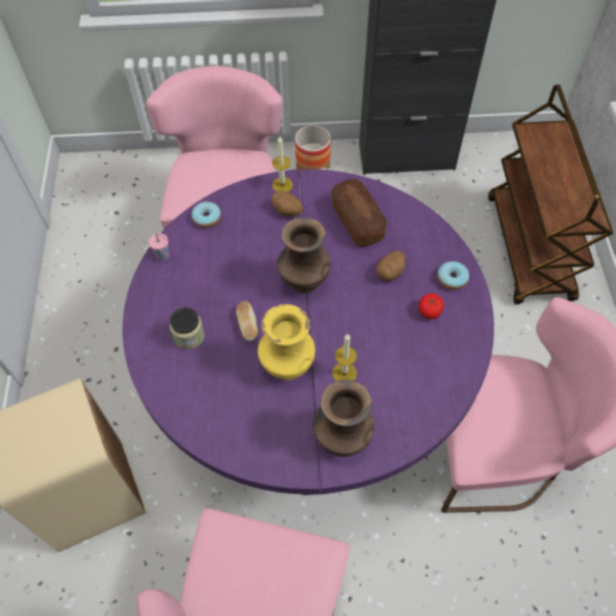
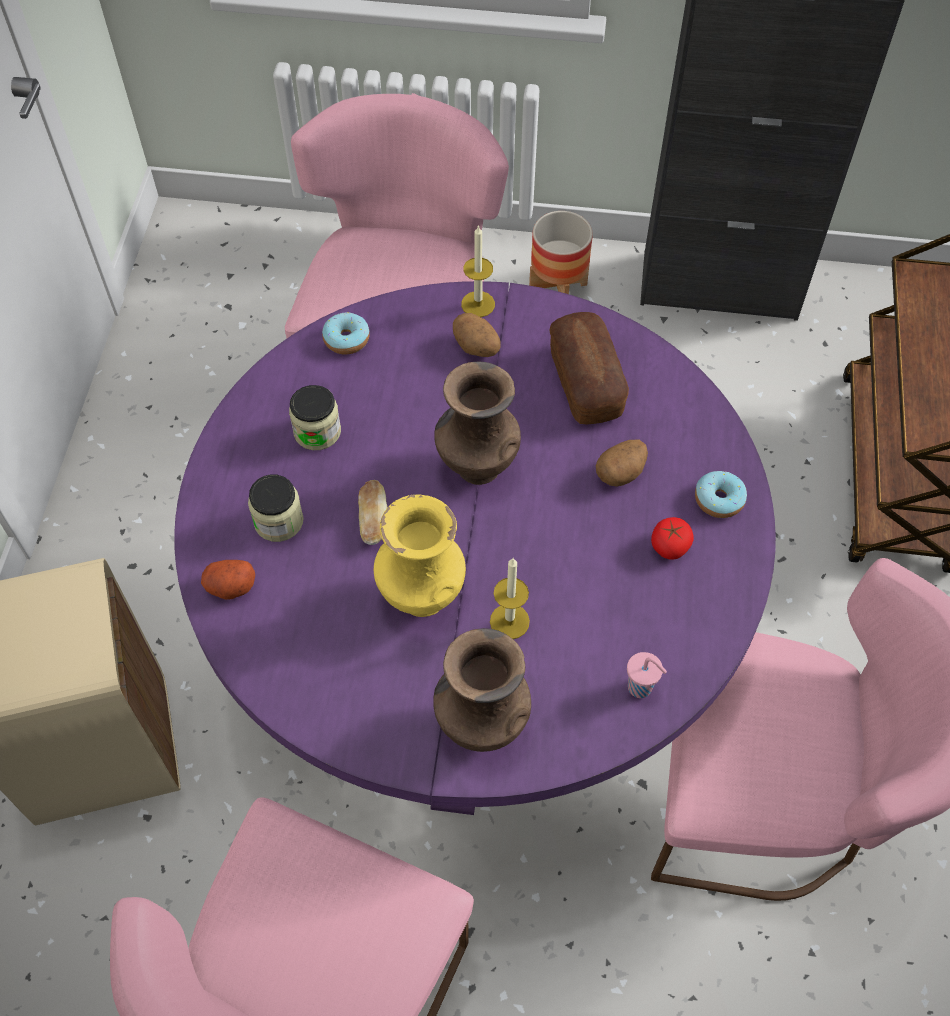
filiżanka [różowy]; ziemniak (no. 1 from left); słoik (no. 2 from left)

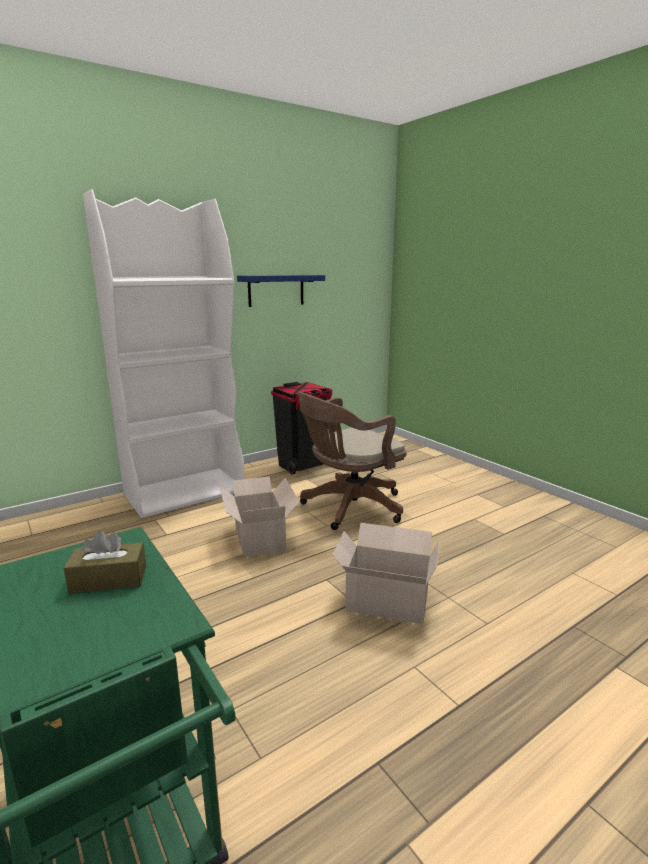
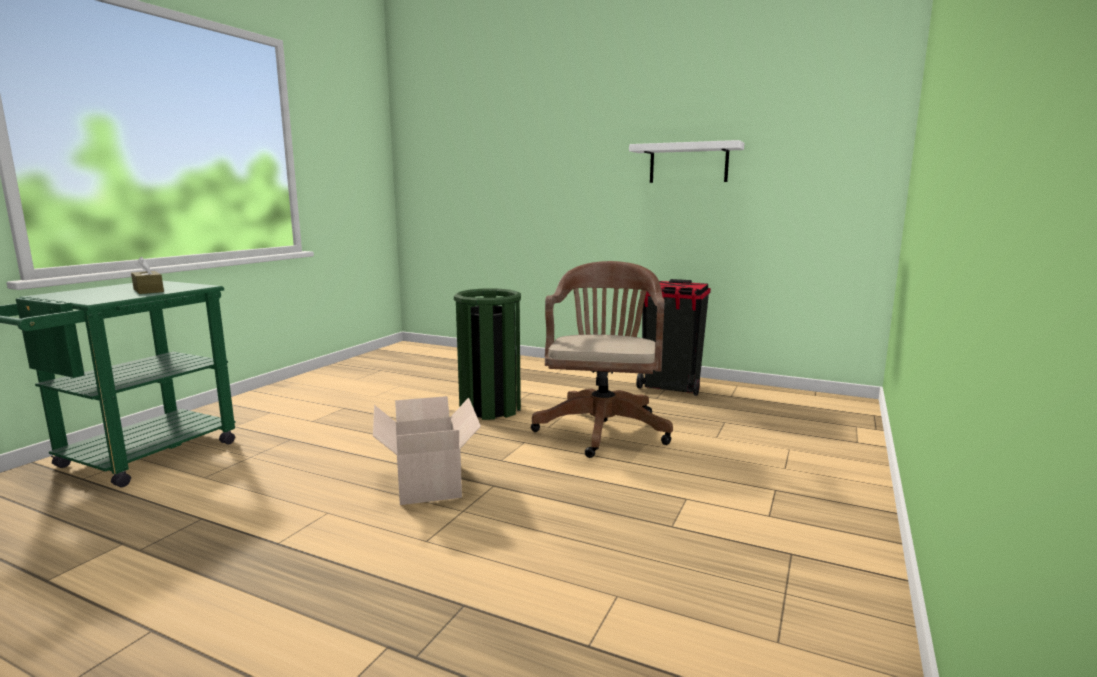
regał [biały]; kosz na śmieci [zielony]; półka [biały]; krzesło biurowe [brązowy]

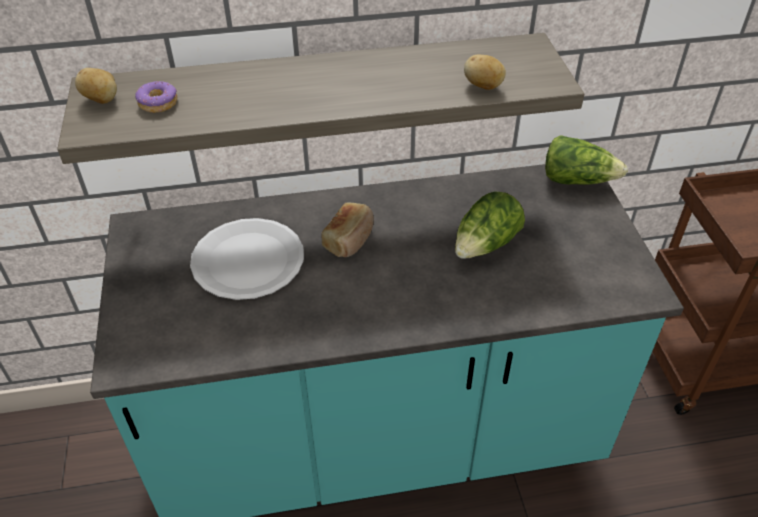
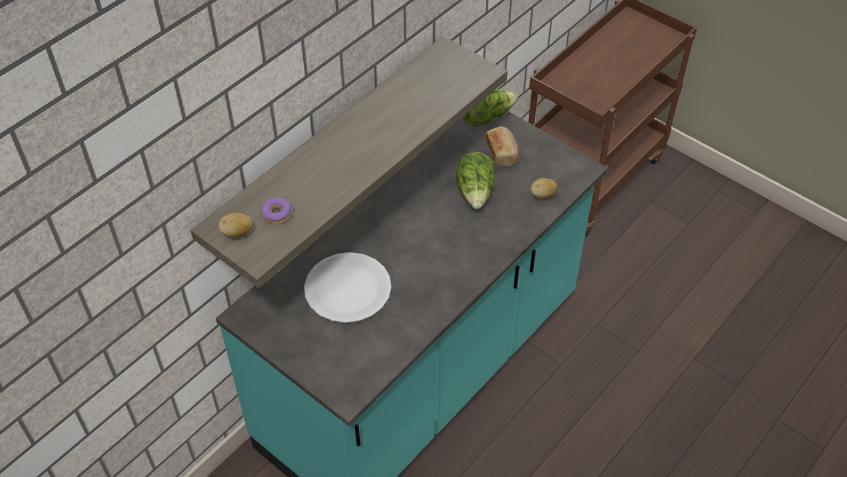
chleb; ziemniak (no. 2 from left)

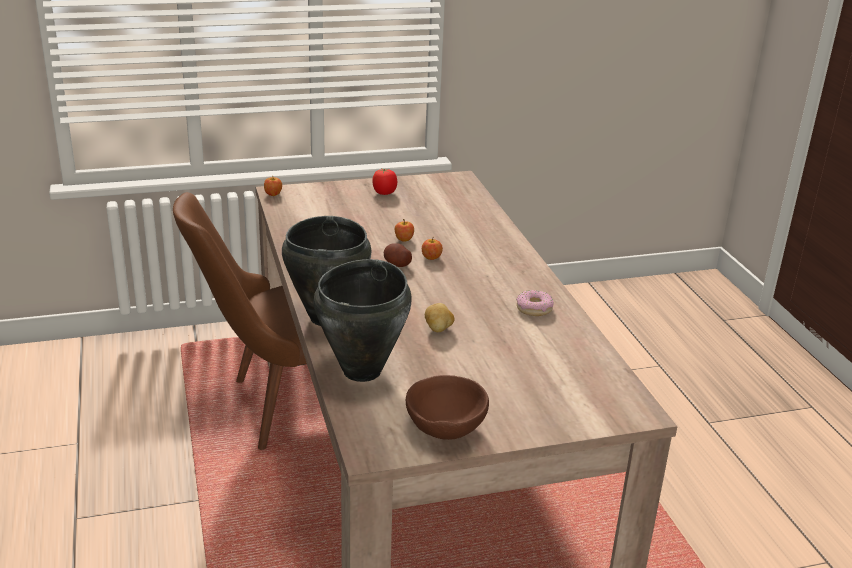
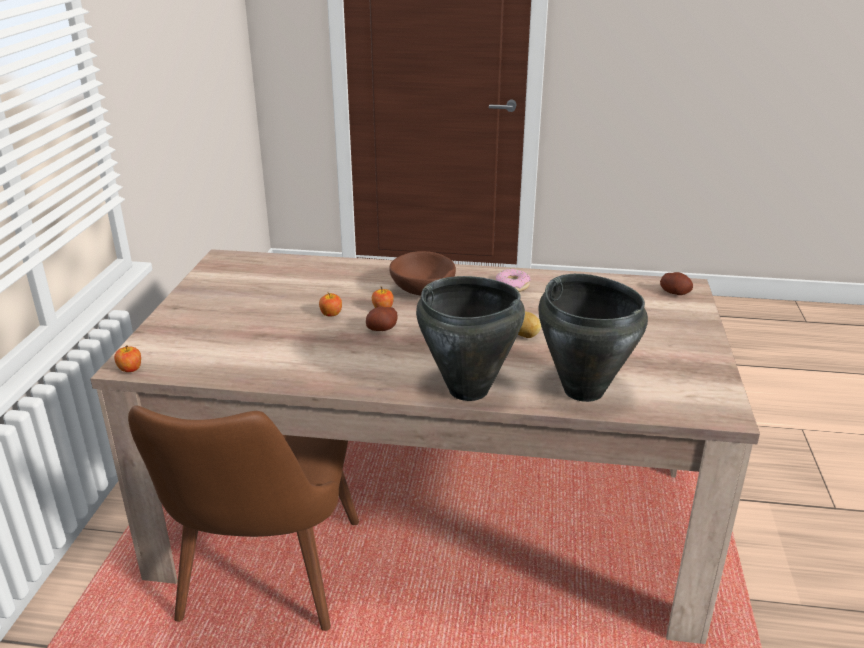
pomidor; miska [brązowy]; ziemniak (no. 3 from left)

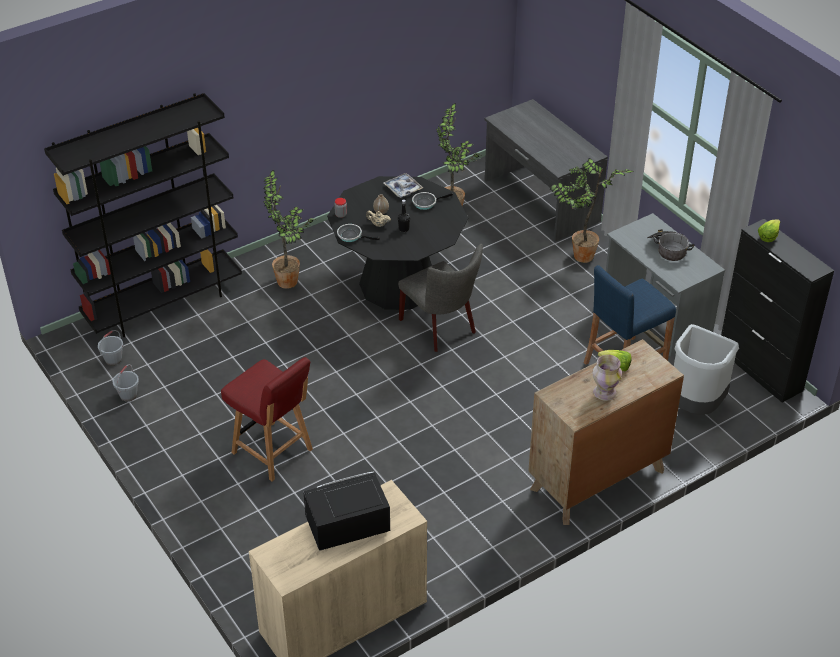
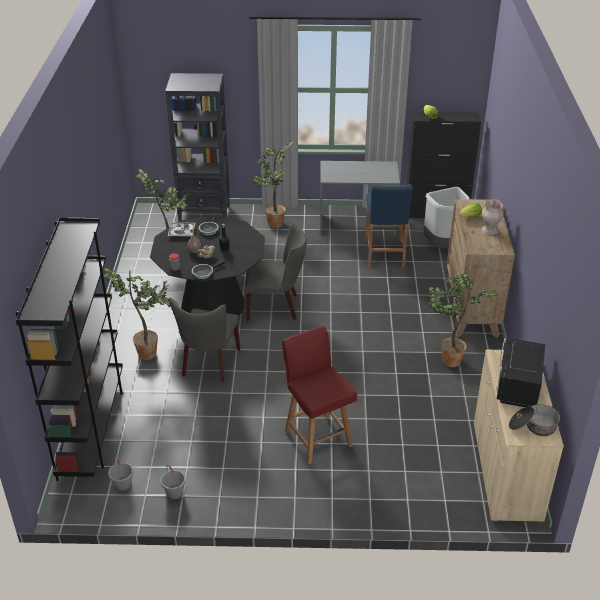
krzesło [czerwony]; regał [czarny] (no. 2 from left); garnek; krzesło [szary] (no. 1 from left); roślina doniczkowa (no. 4 from left)

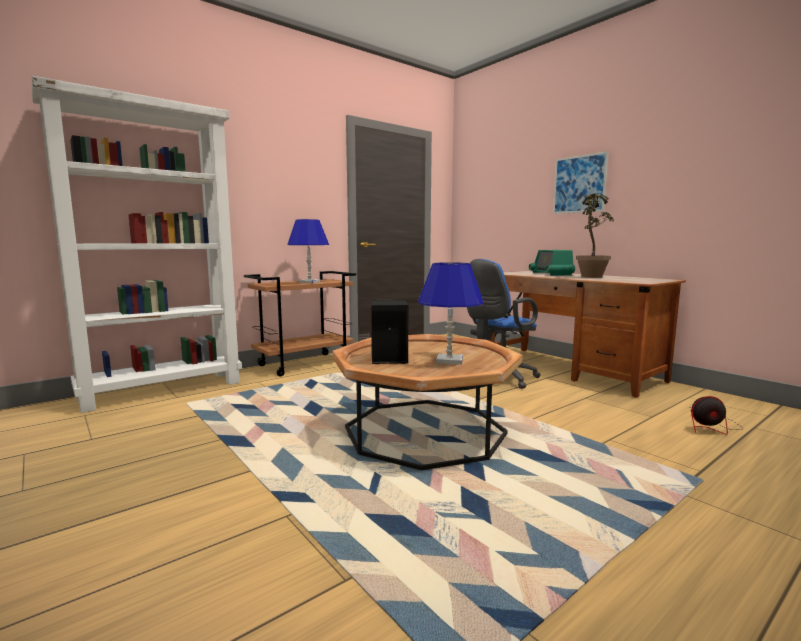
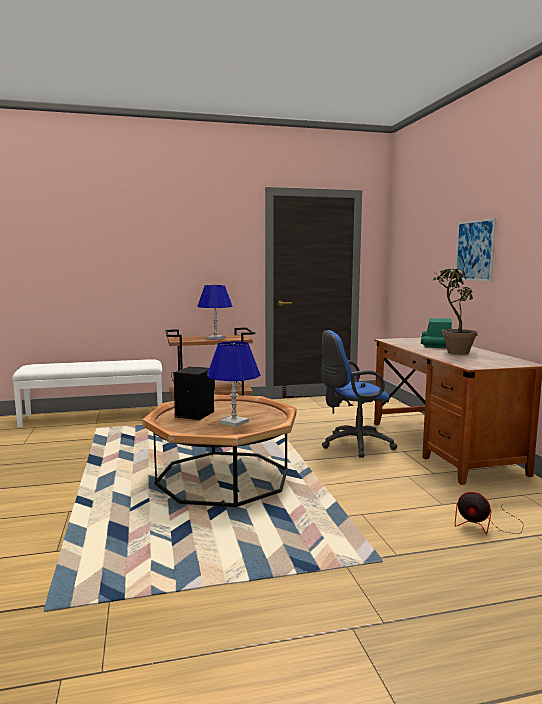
ławka [biały]

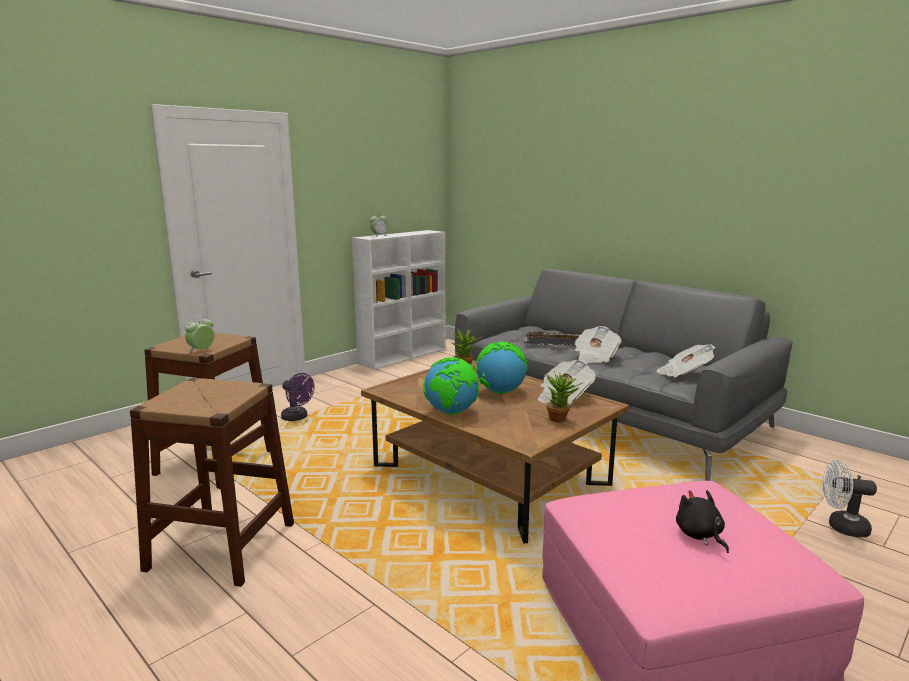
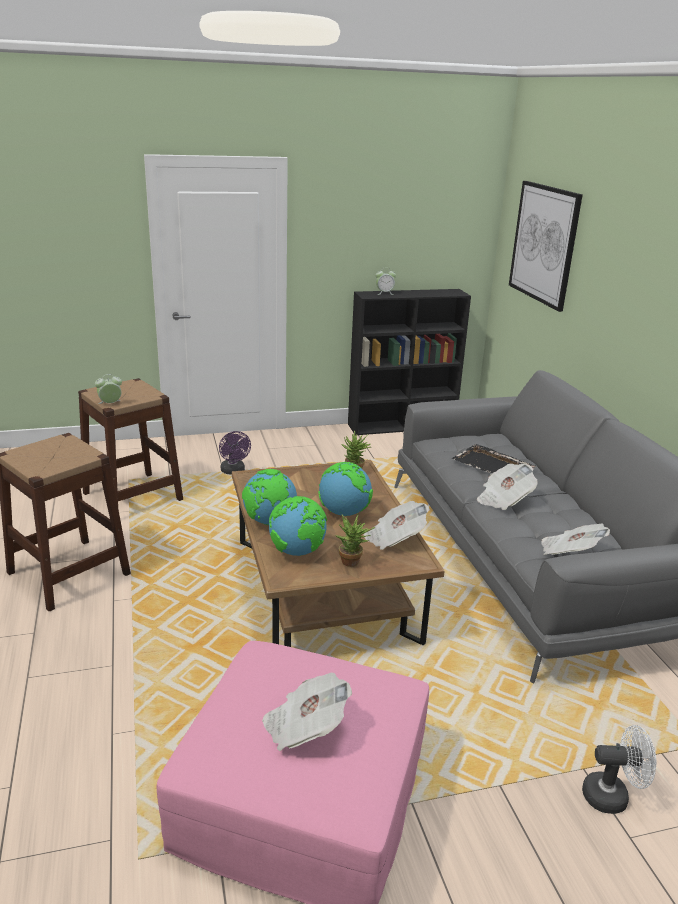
regał [czarny]; gazeta (no. 1 from left); wentylator [biały]; globus (no. 2 from left); obraz

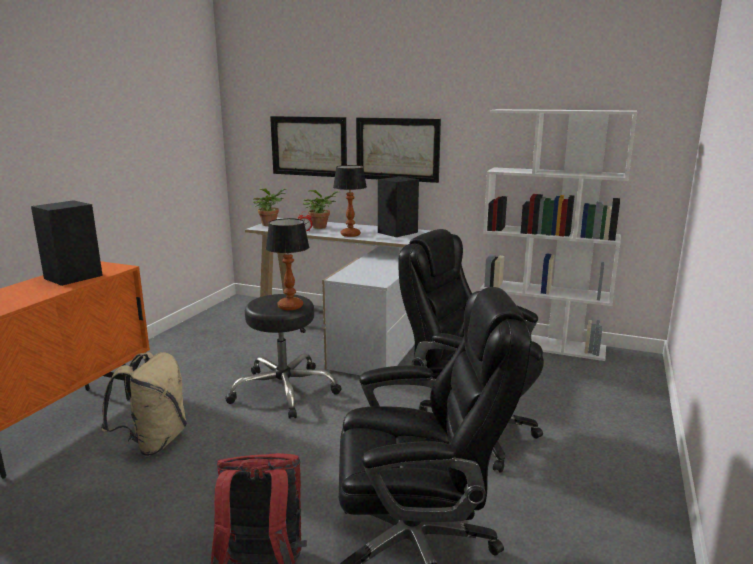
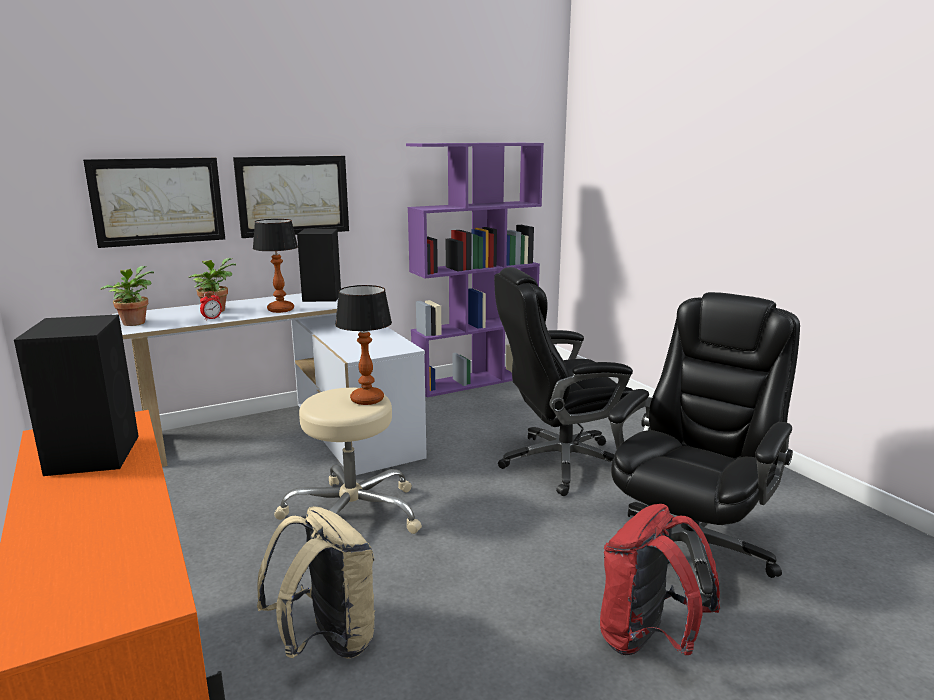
stołek [beżowy]; regał [fioletowy]

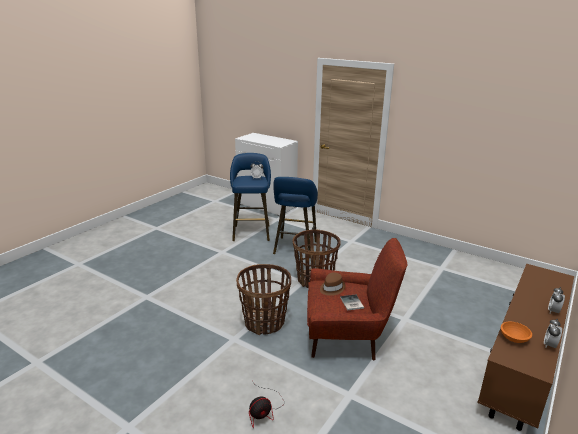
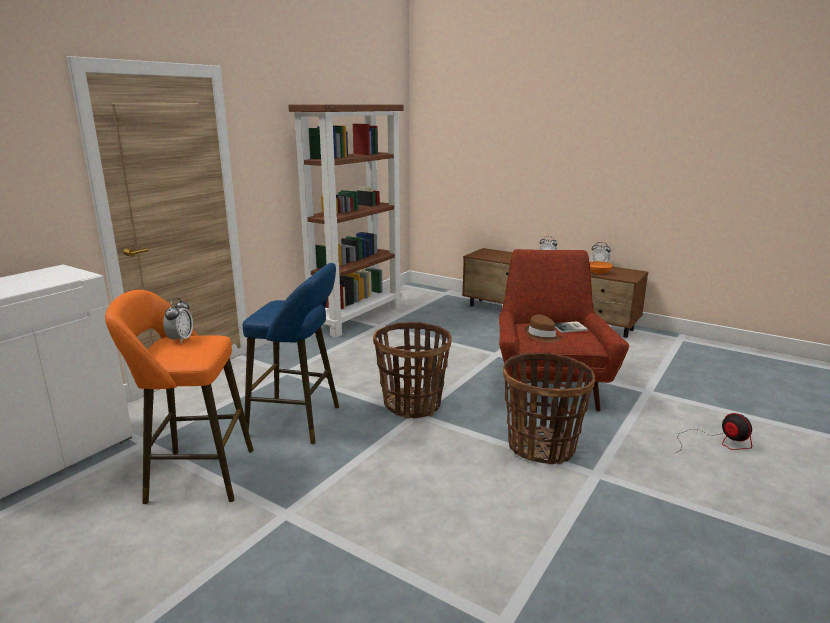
stołek [pomarańczowy]; regał [brązowy]

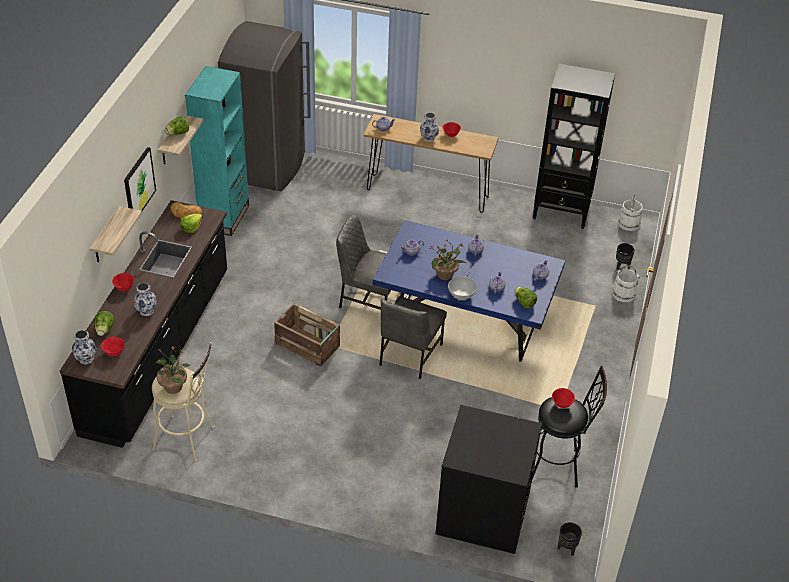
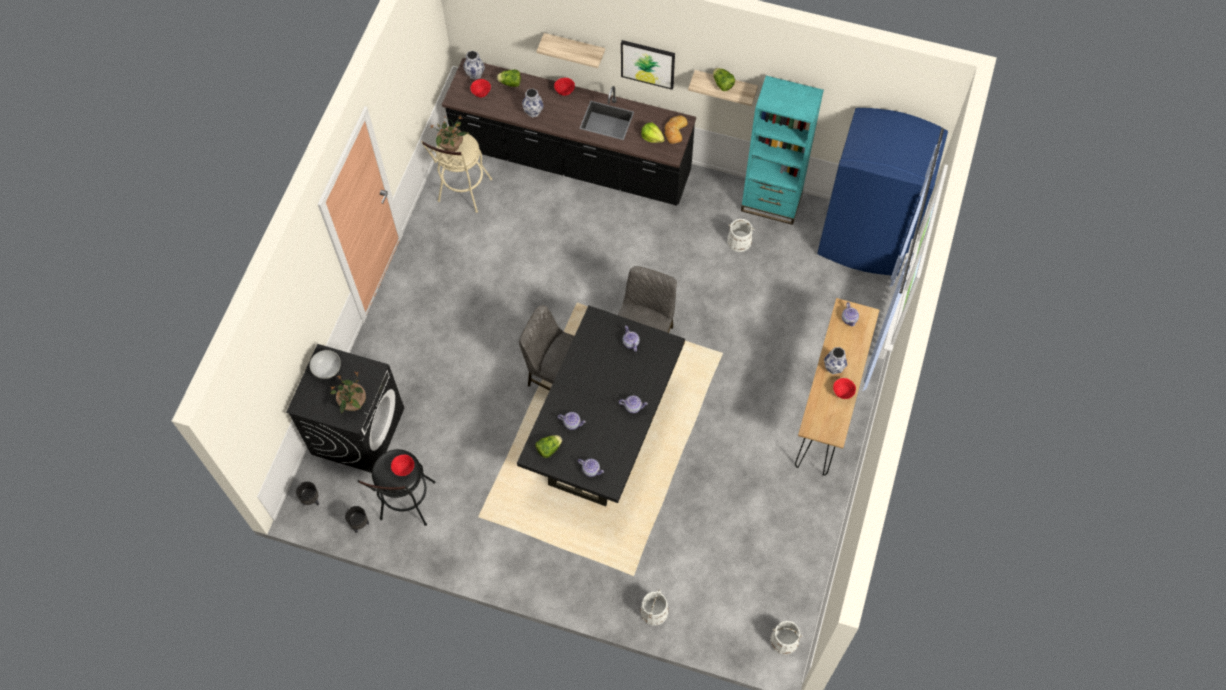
lodówka [niebieski]; skrzynka; stół jadalny [czarny]; roślina doniczkowa (no. 1 from left); miska [biały]; regał [czarny]; donica [czarny] (no. 2 from left); wiadro [biały] (no. 2 from left)

